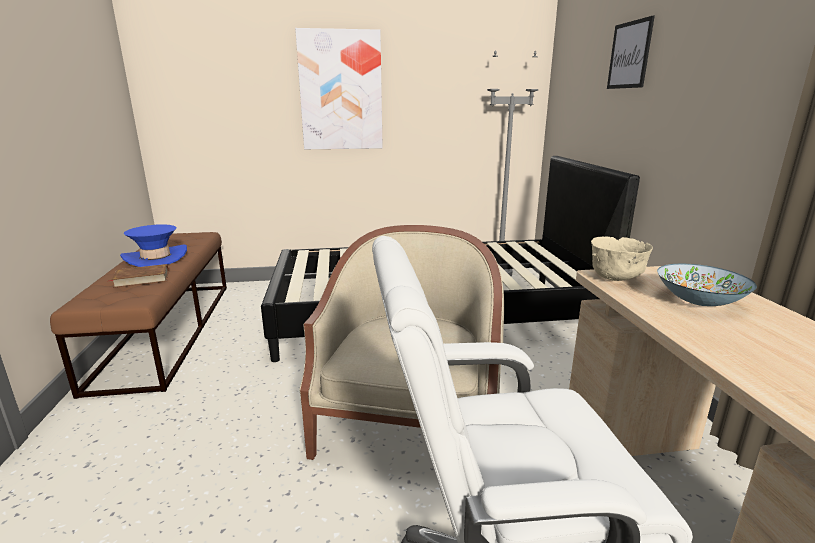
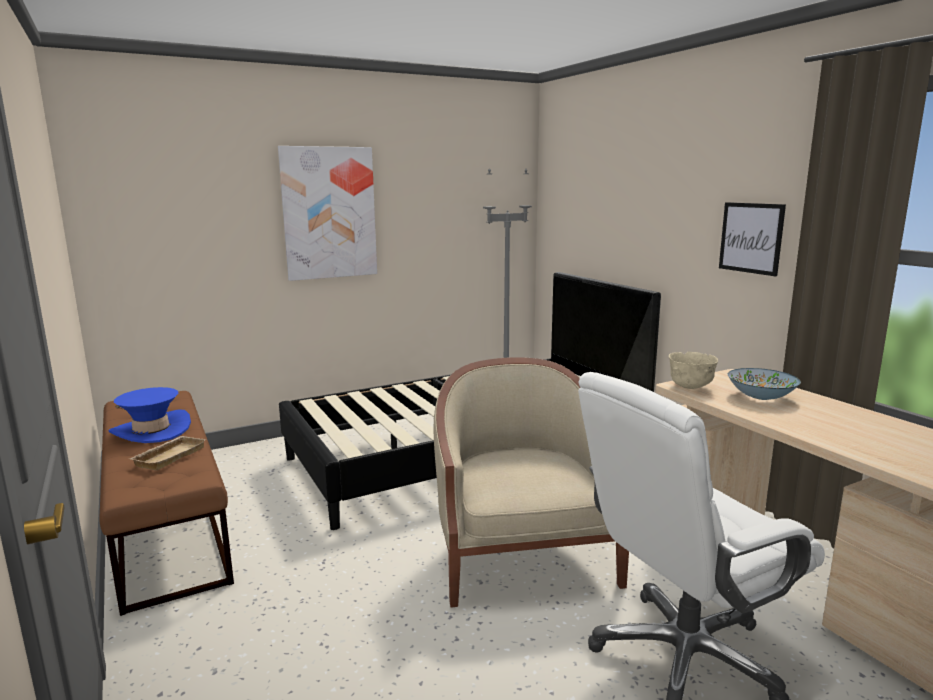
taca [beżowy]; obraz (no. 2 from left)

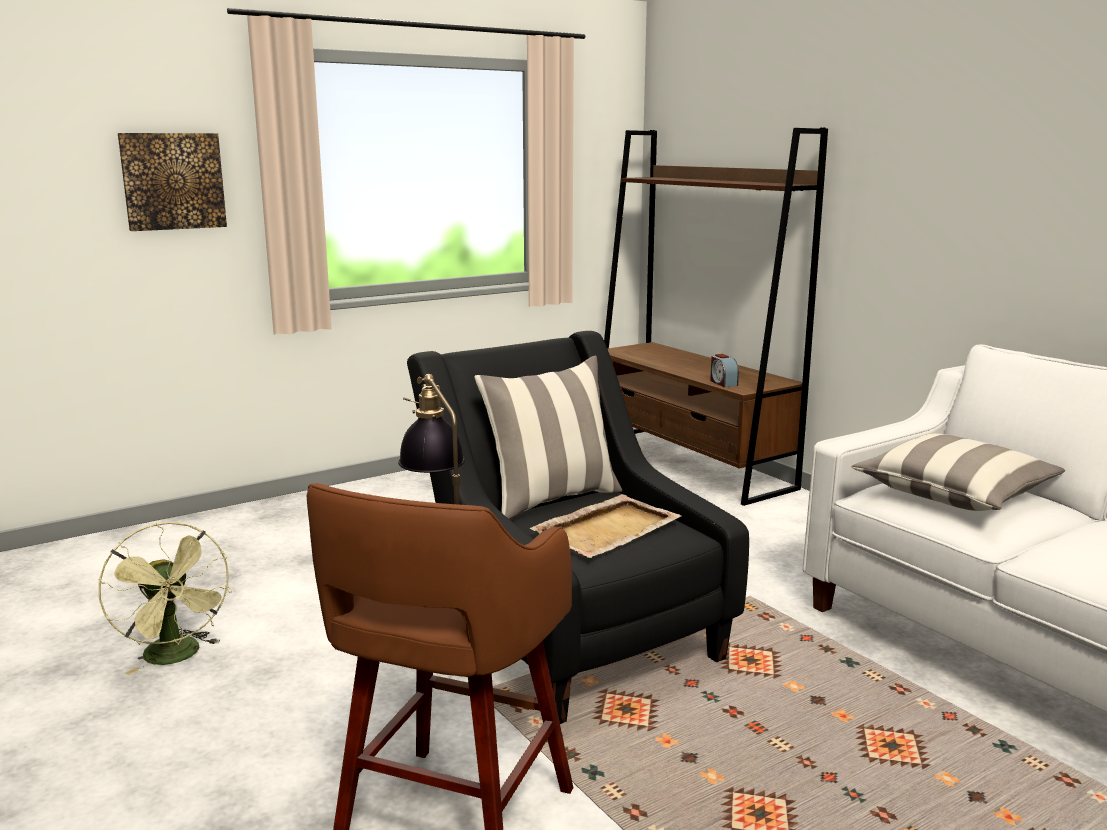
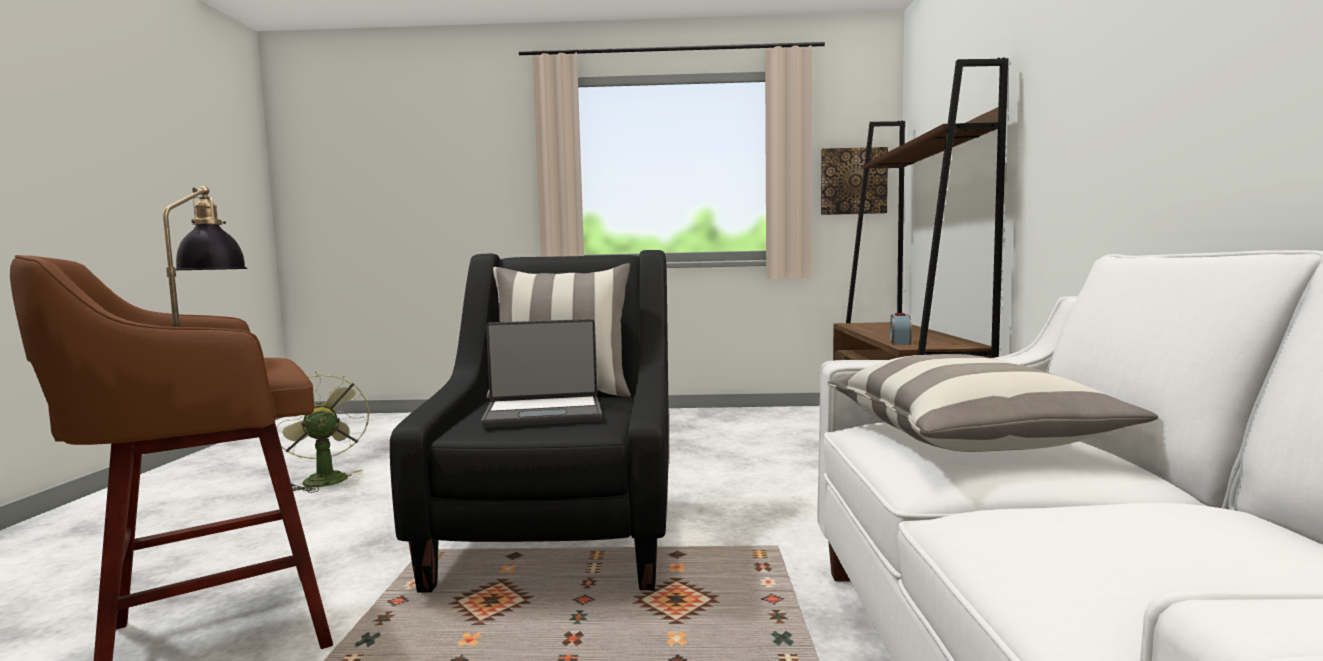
wentylator [zielony]; obraz; laptop

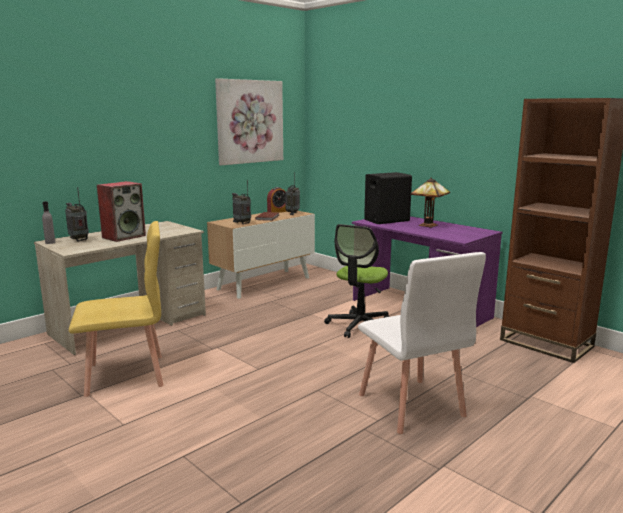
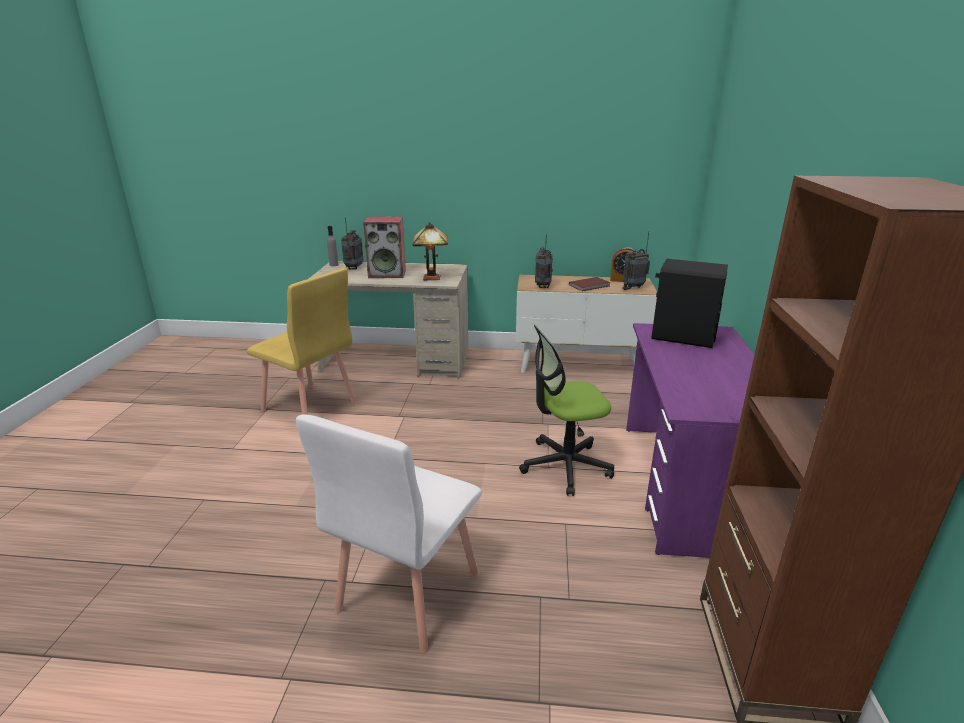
obraz; lampa stołowa

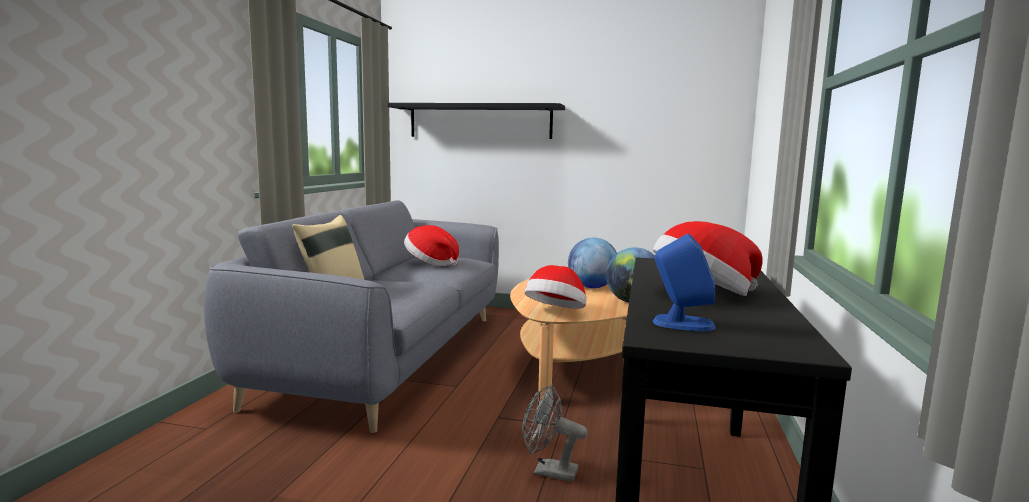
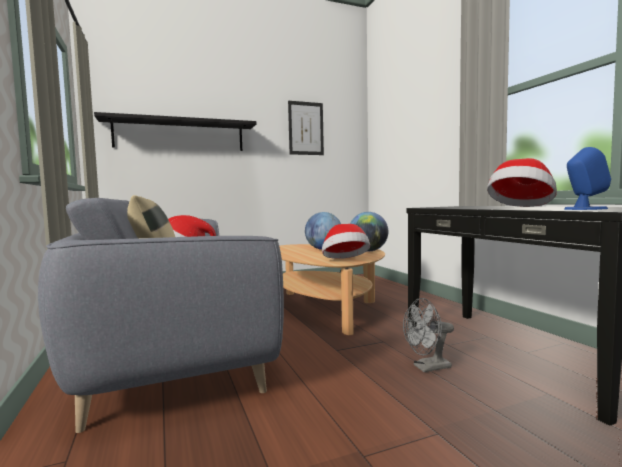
obraz

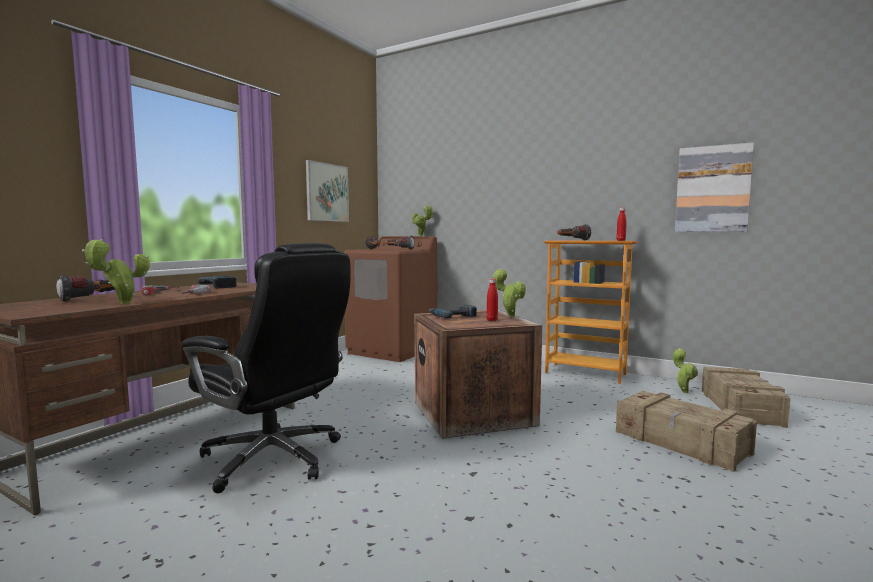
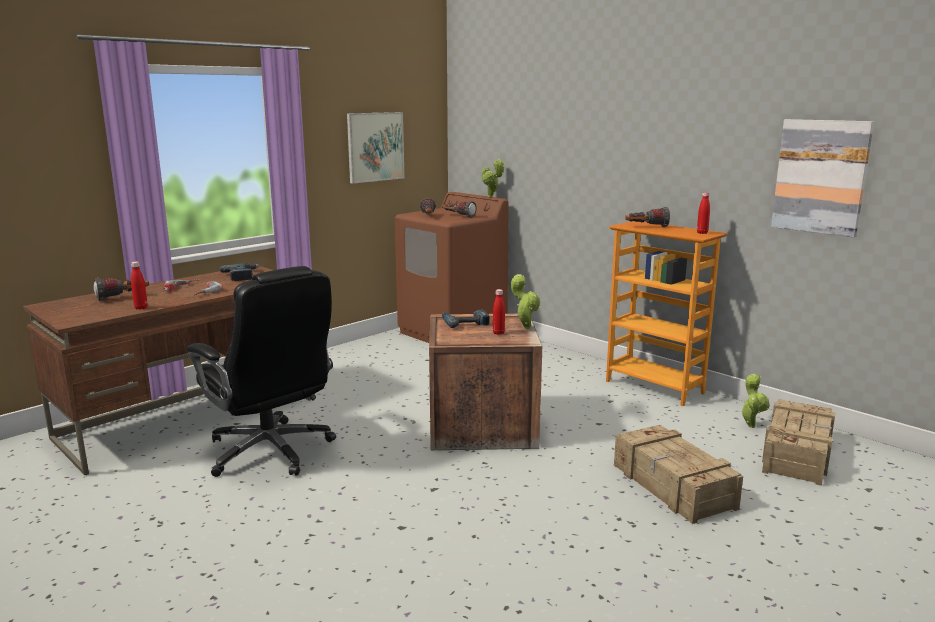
butelka [czerwony] (no. 1 from left)

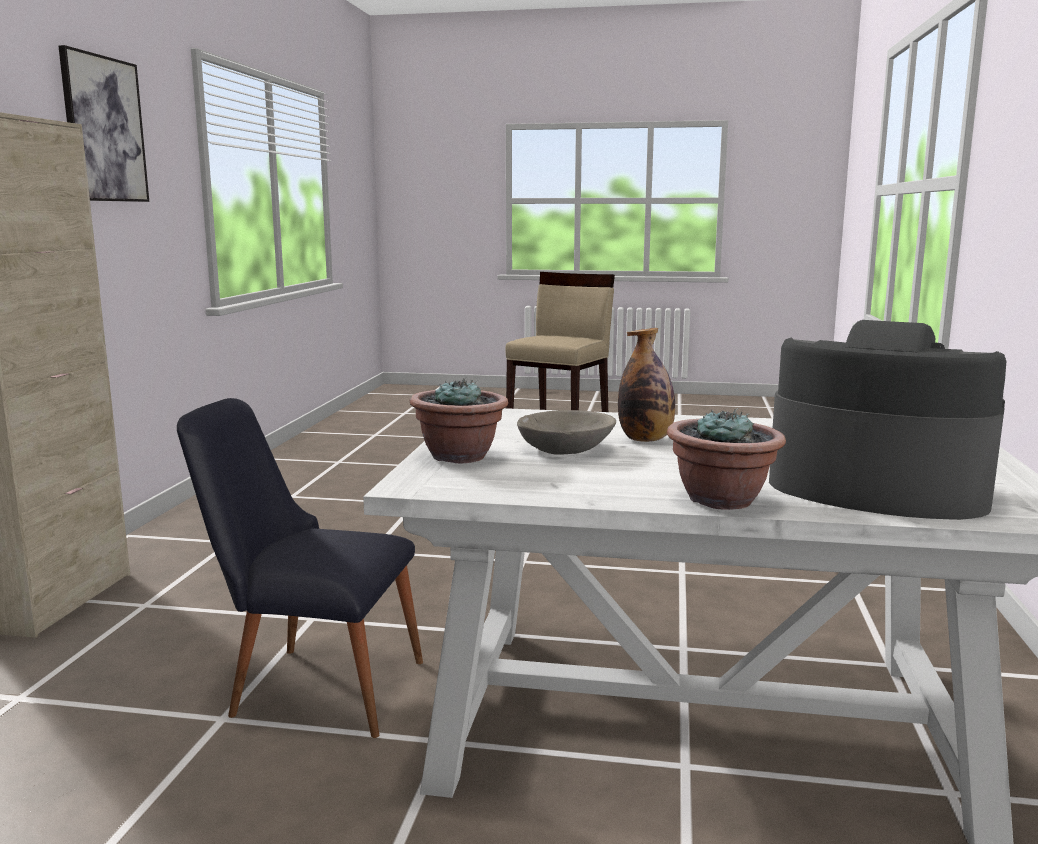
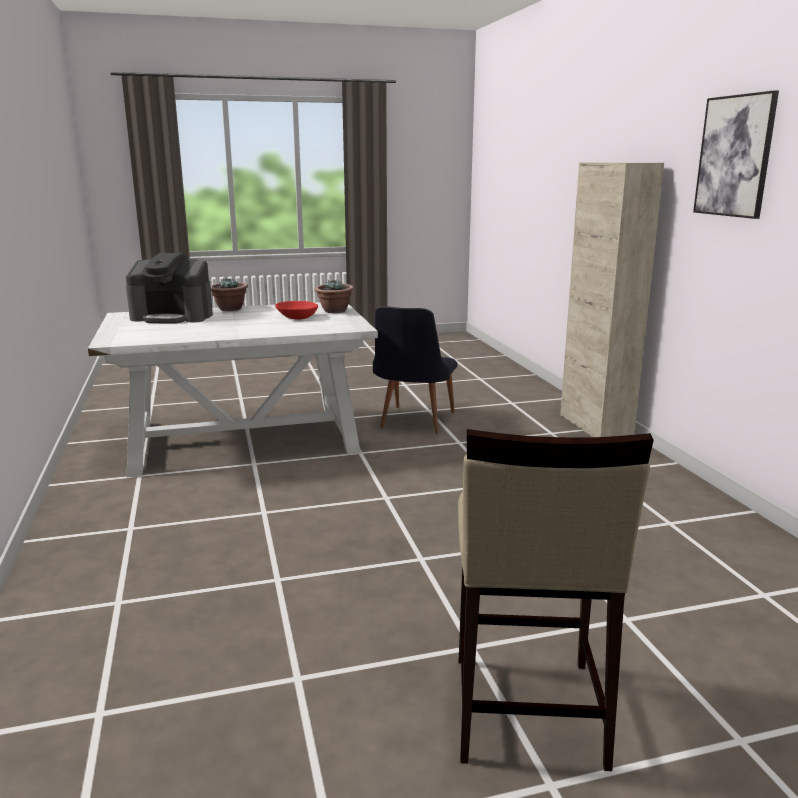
krzesło [czarny]; miska [czerwony]; butelka

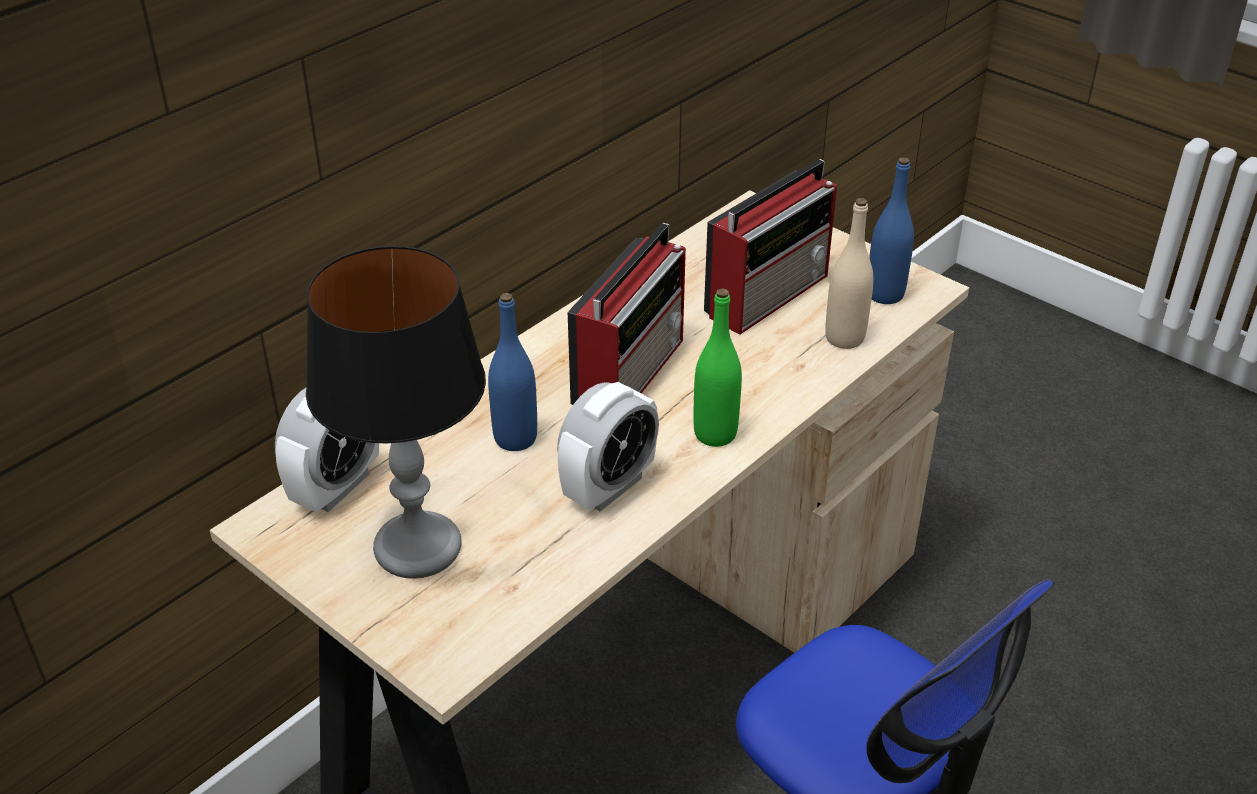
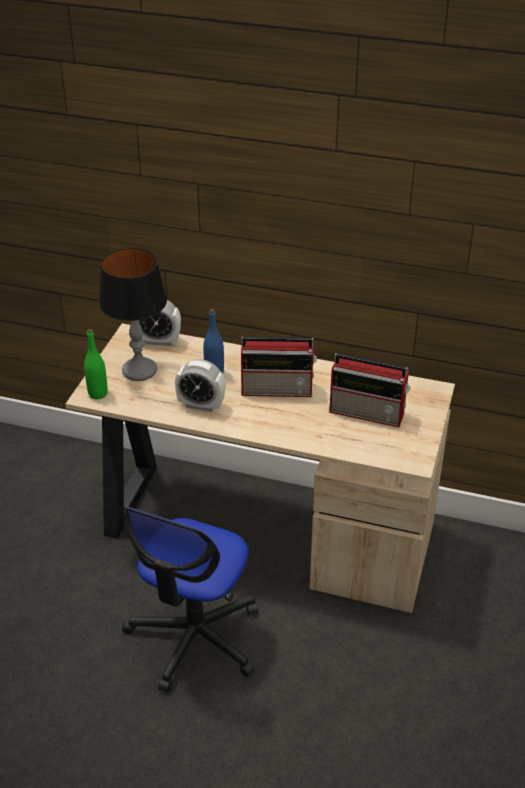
butelka [zielony]; butelka [beżowy]; butelka [niebieski] (no. 2 from left in the first image)

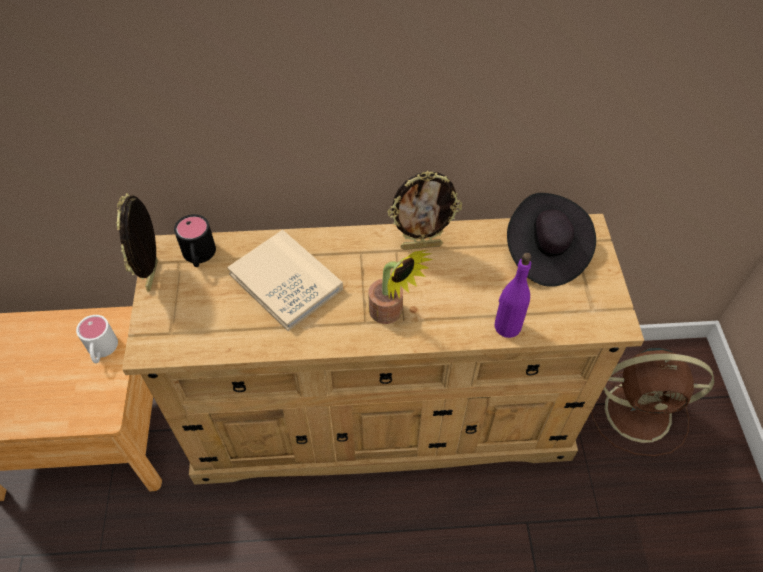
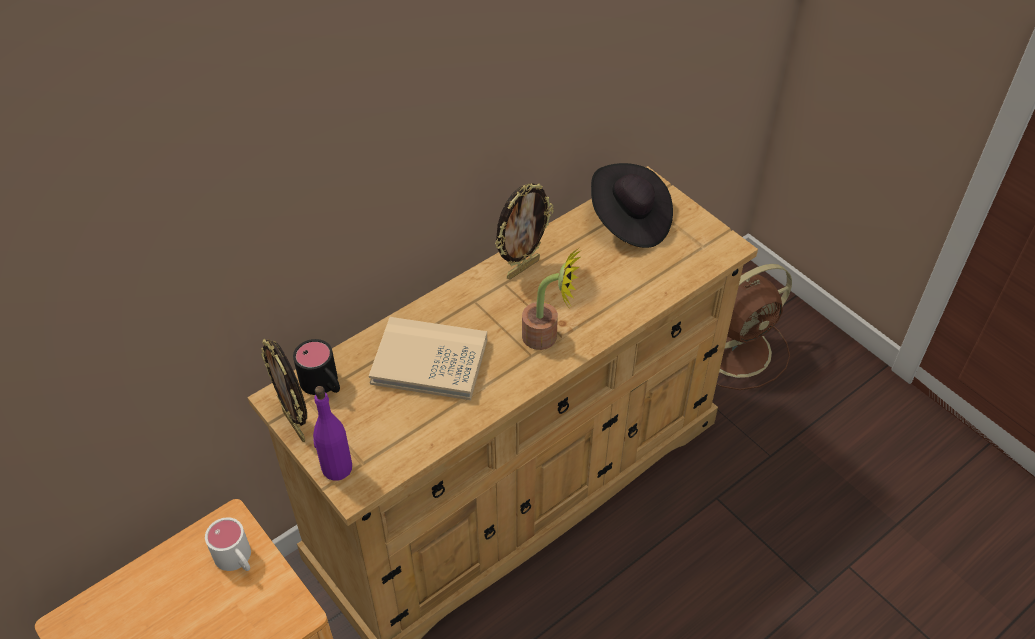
butelka [fioletowy]

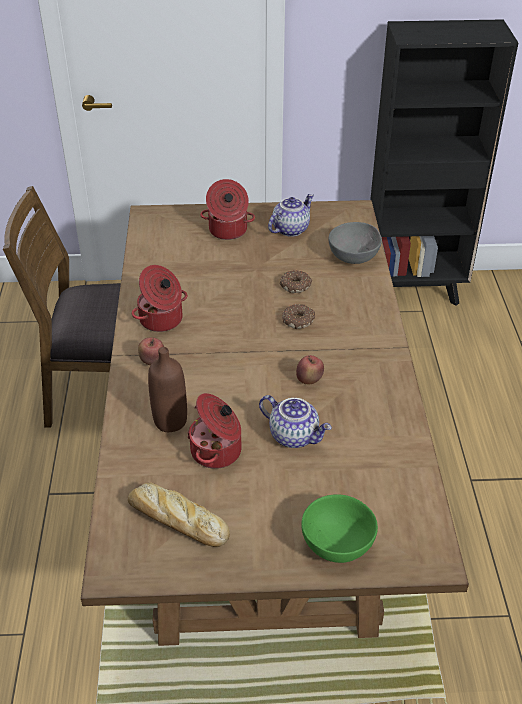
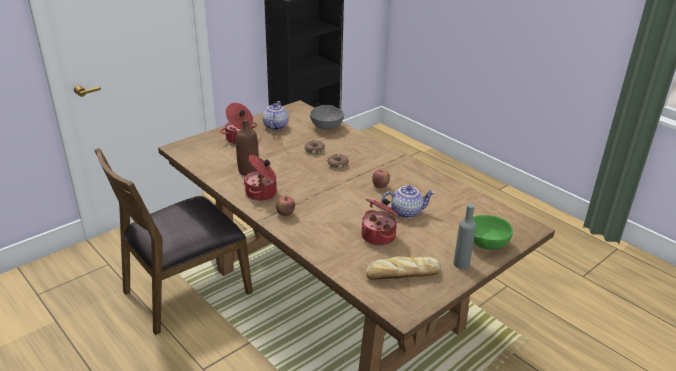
butelka [brązowy]; butelka [szary]

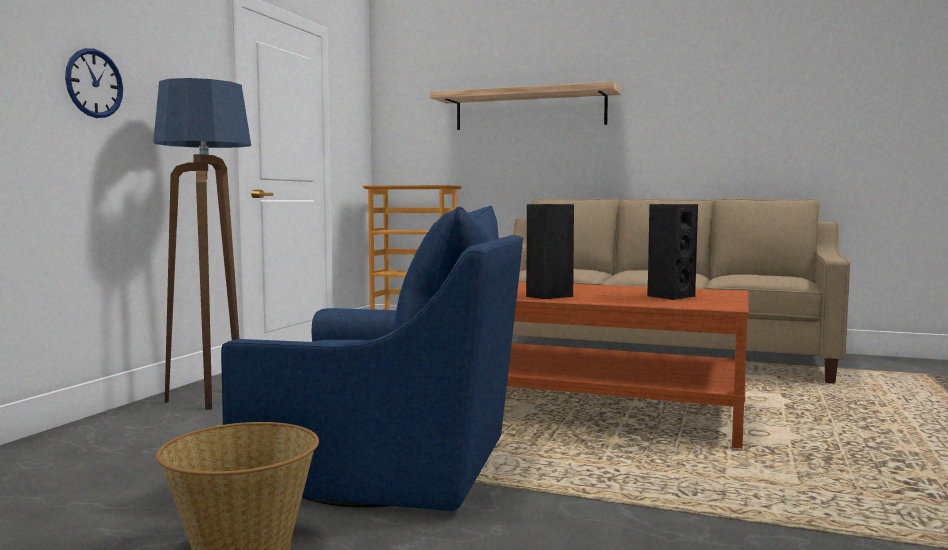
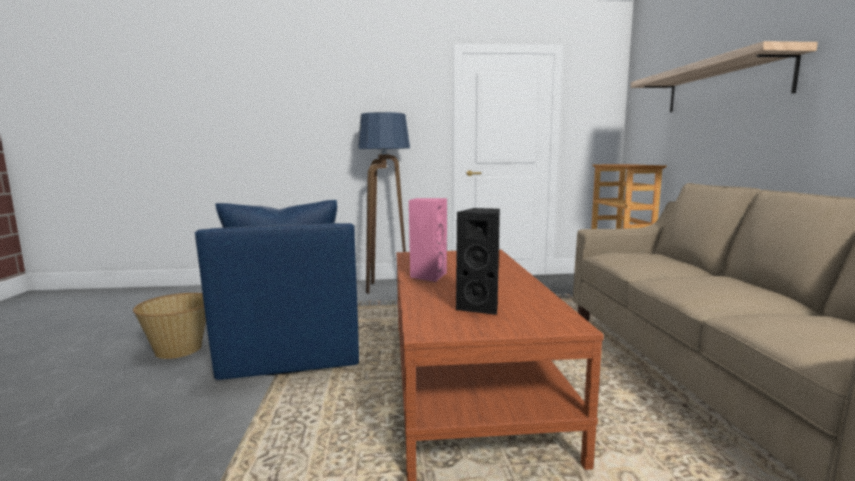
zegar ścienny; głośnik [różowy]

